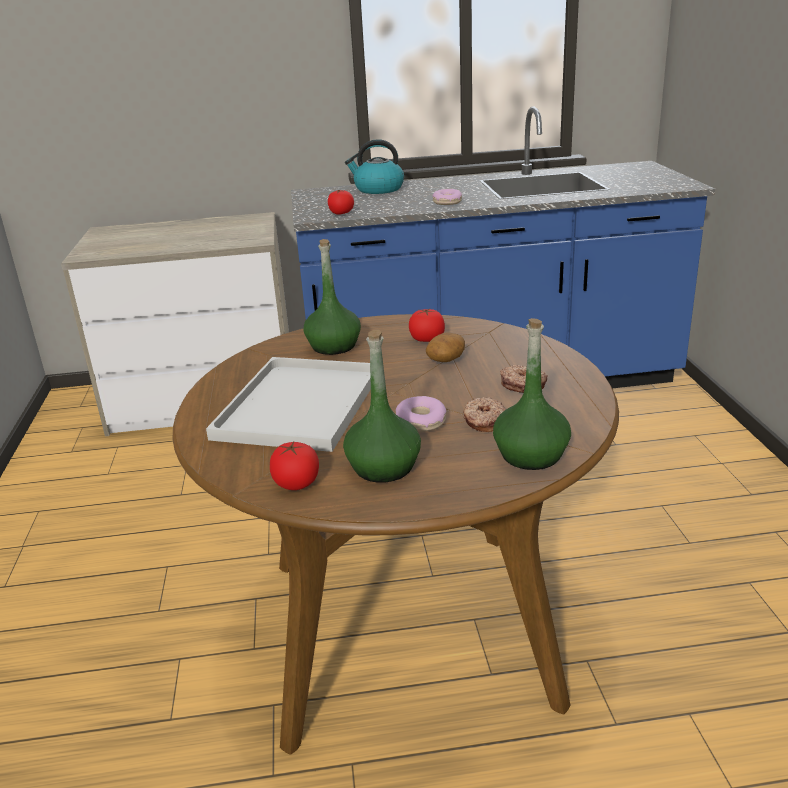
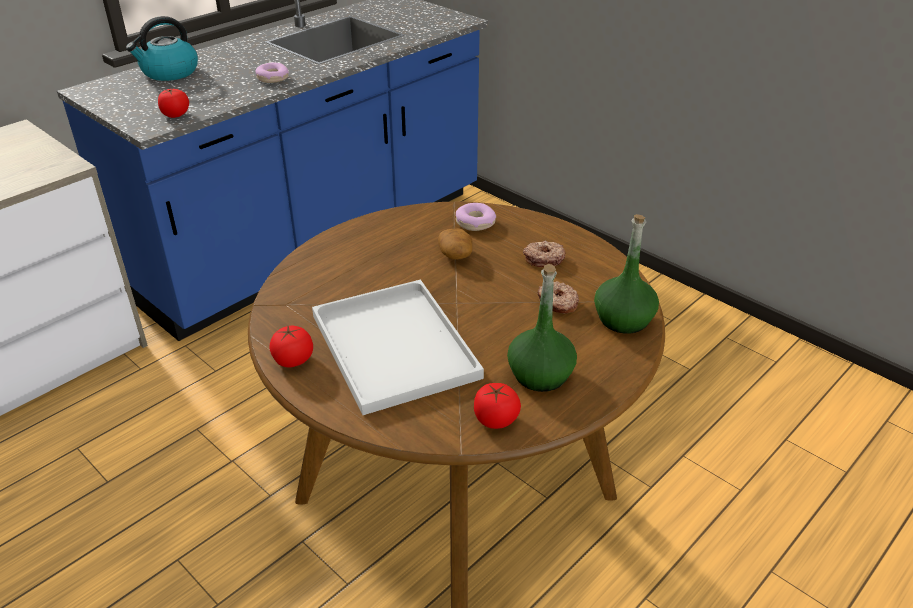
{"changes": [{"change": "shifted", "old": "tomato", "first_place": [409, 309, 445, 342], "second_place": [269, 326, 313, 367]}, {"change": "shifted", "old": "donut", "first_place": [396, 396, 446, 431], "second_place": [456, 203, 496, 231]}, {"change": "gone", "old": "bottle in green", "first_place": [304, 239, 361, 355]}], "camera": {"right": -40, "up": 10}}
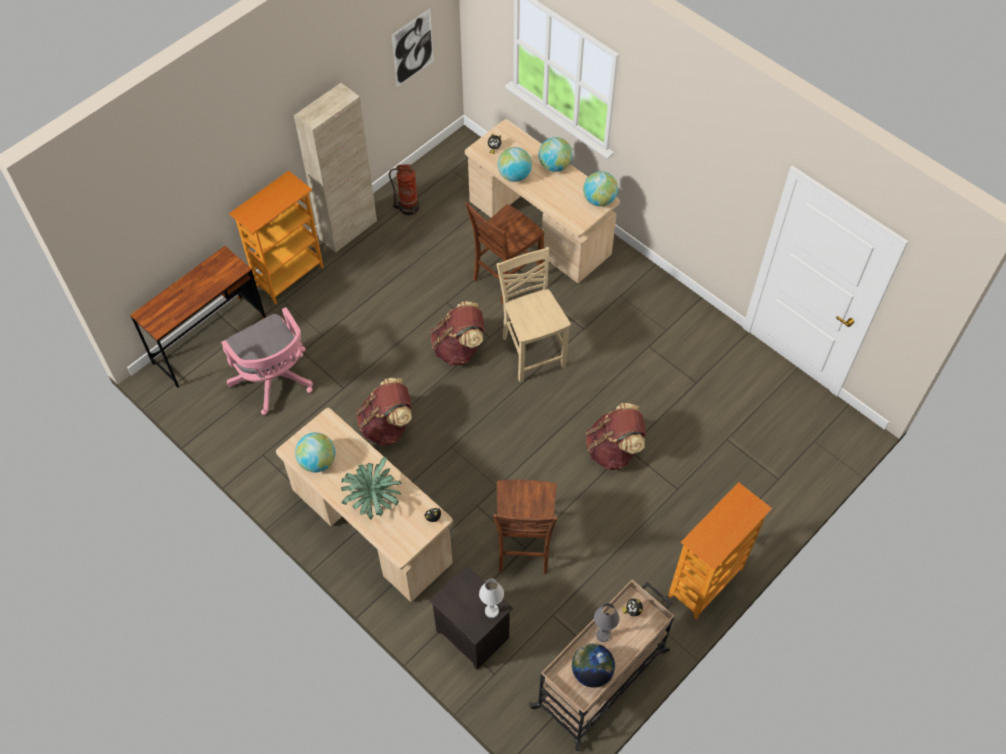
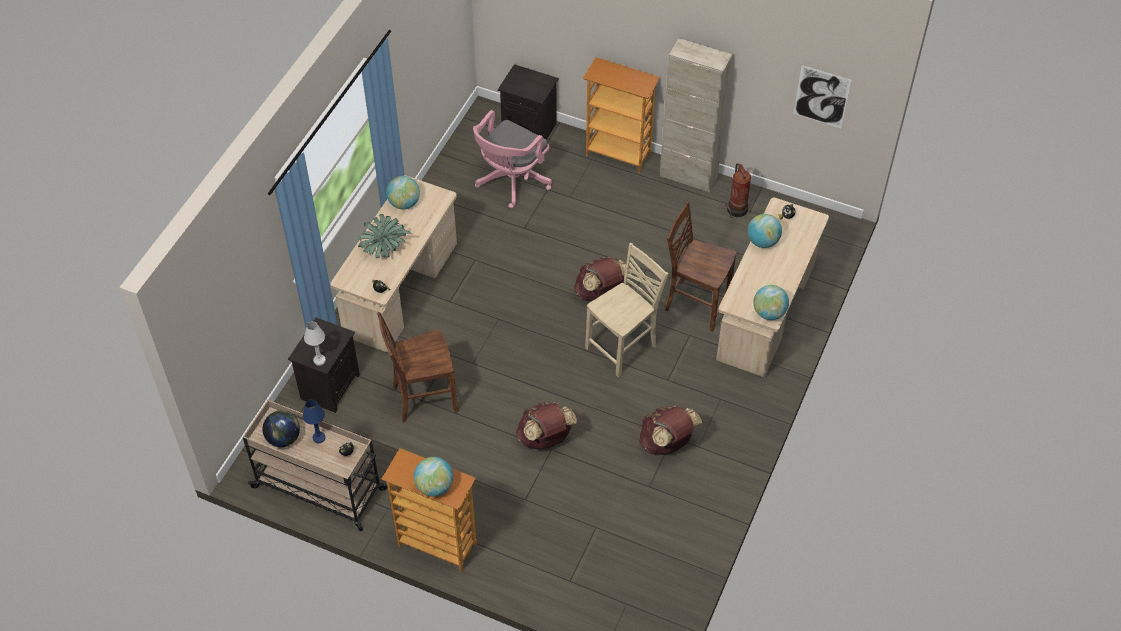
{"changes": [{"change": "repainted", "old": "table lamp in grey", "new": "table lamp in blue", "first_place": [594, 603, 619, 642], "second_place": [303, 399, 325, 443]}, {"change": "shifted", "old": "globe", "first_place": [539, 137, 573, 172], "second_place": [414, 457, 453, 497]}, {"change": "swapped", "old": "desk in brown", "new": "nightstand in black", "first_place": [130, 246, 267, 388], "second_place": [498, 64, 559, 140]}, {"change": "shifted", "old": "backpack in brown", "first_place": [356, 378, 412, 446], "second_place": [639, 405, 702, 455]}], "camera": {"right": 70, "up": -5}}
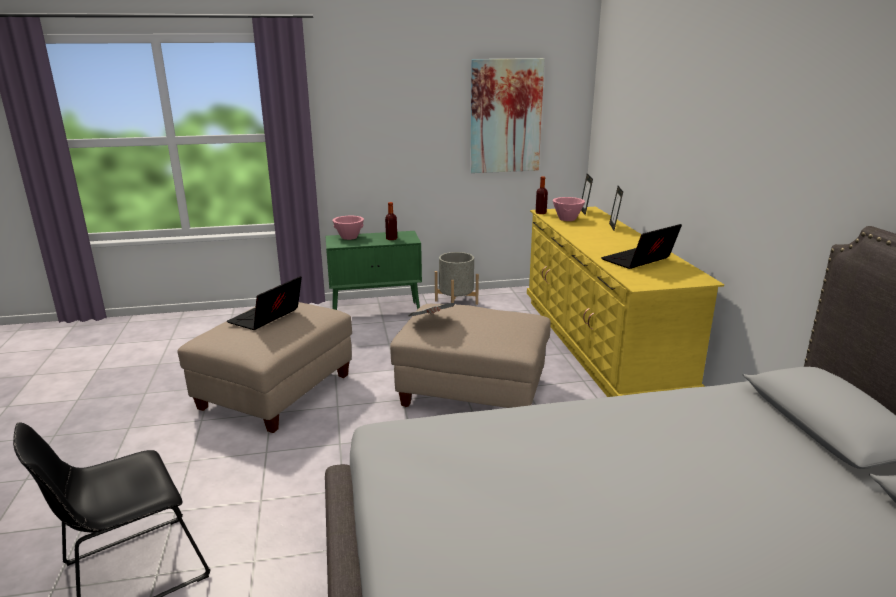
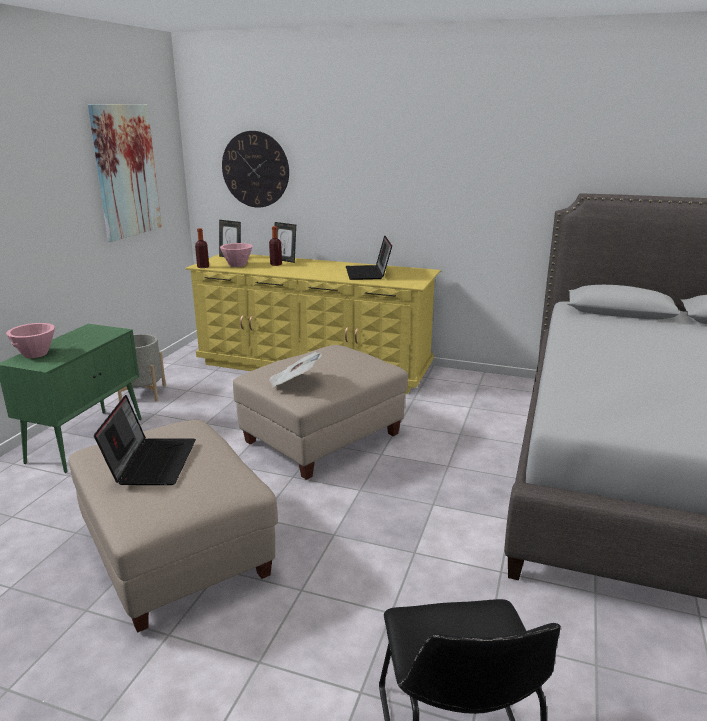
{"changes": [{"change": "rotated", "old": "laptop", "first_place": [227, 276, 302, 330], "second_place": [94, 395, 196, 485], "degrees": -150}, {"change": "new", "new": "wall clock", "second_place": [222, 131, 289, 208]}, {"change": "shifted", "old": "bottle", "first_place": [385, 202, 397, 240], "second_place": [269, 226, 282, 266]}], "camera": {"right": -60, "up": 0}}
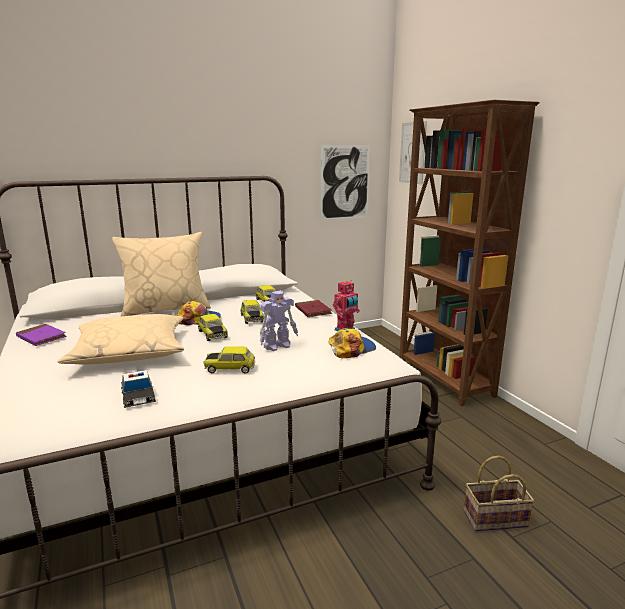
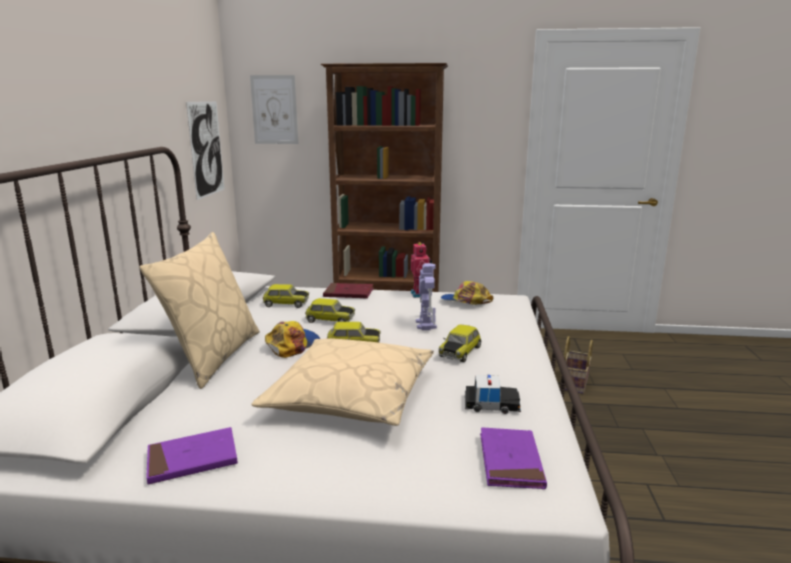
{"changes": [{"change": "rotated", "old": "cap", "first_place": [328, 328, 376, 358], "second_place": [441, 281, 493, 305], "degrees": -60}, {"change": "new", "new": "book in purple", "second_place": [480, 427, 547, 489]}], "camera": {"right": -60, "up": 0}}
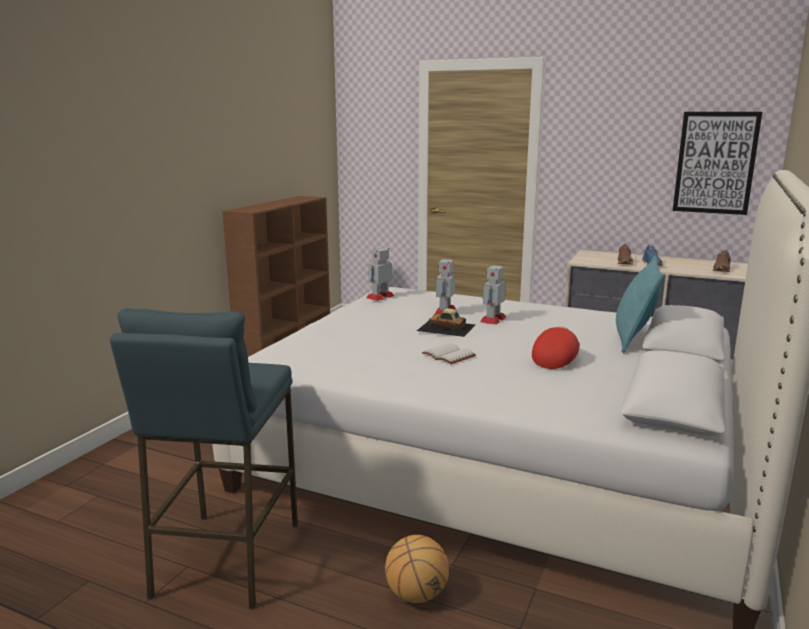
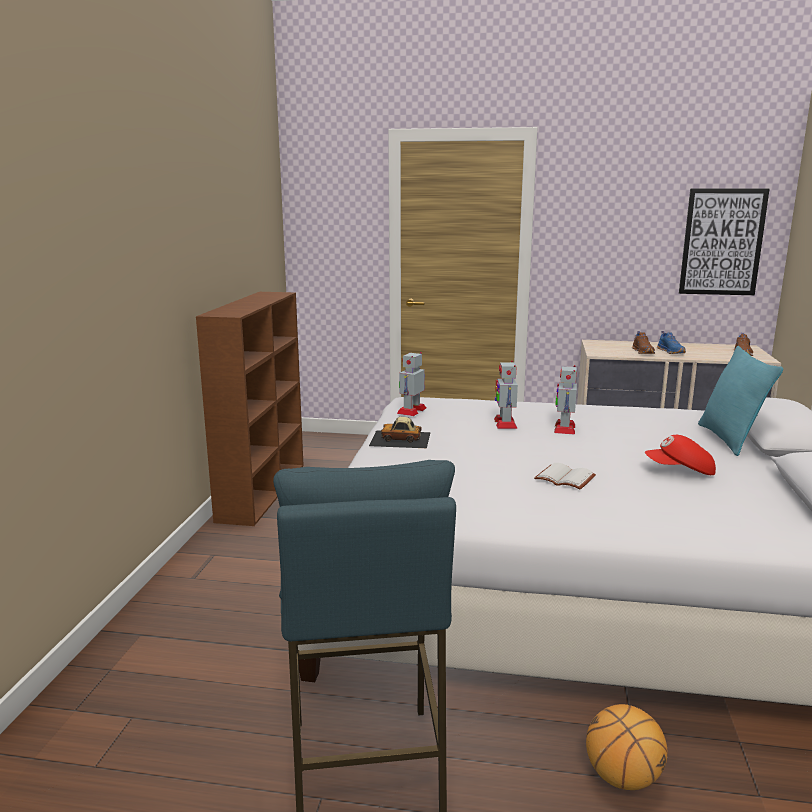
{"changes": [{"change": "shifted", "old": "toy car", "first_place": [417, 308, 476, 337], "second_place": [369, 417, 431, 448]}, {"change": "rotated", "old": "cap in red", "first_place": [532, 326, 580, 369], "second_place": [645, 435, 716, 475], "degrees": -105}], "camera": {"right": -15, "up": 0}}
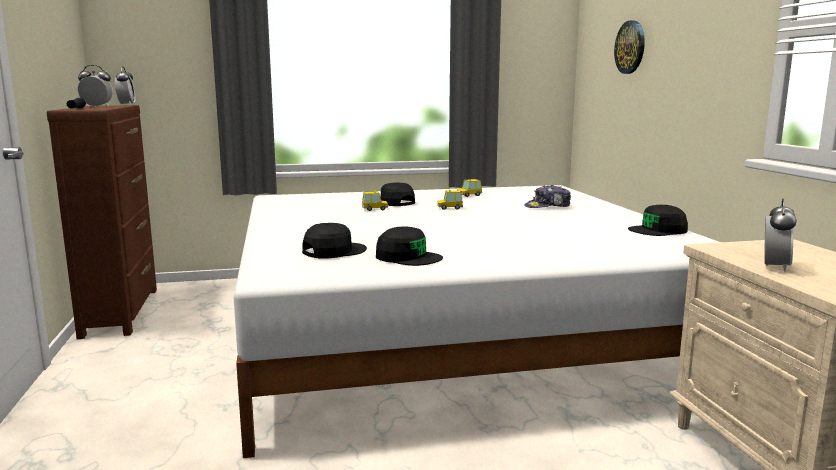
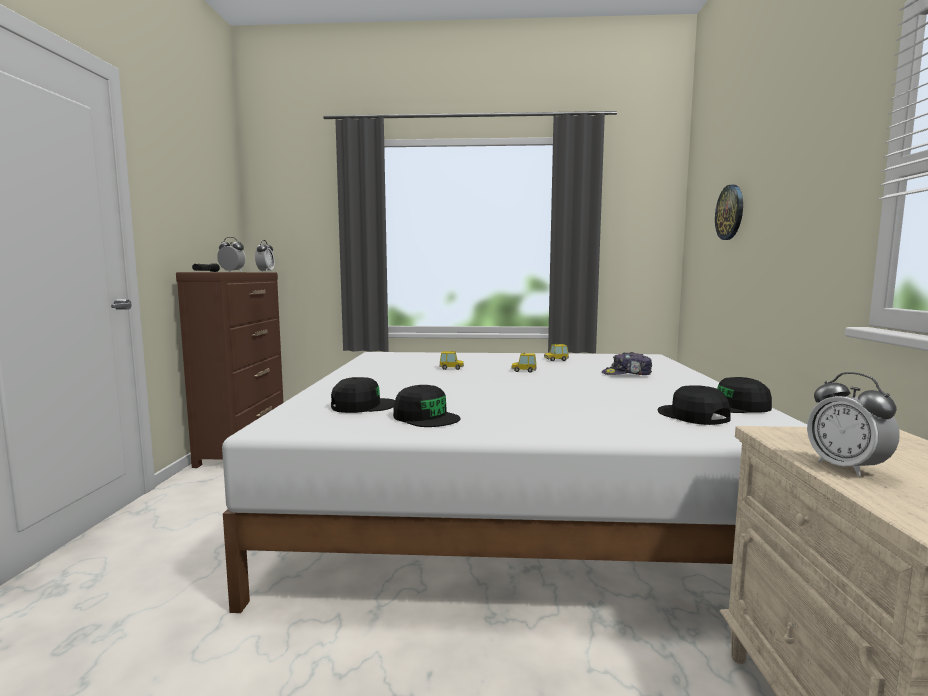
{"changes": [{"change": "shifted", "old": "cap in black", "first_place": [380, 182, 415, 206], "second_place": [658, 385, 731, 425]}, {"change": "rotated", "old": "alarm clock", "first_place": [764, 198, 797, 272], "second_place": [807, 372, 900, 477], "degrees": 120}], "camera": {"right": 15, "up": -5}}
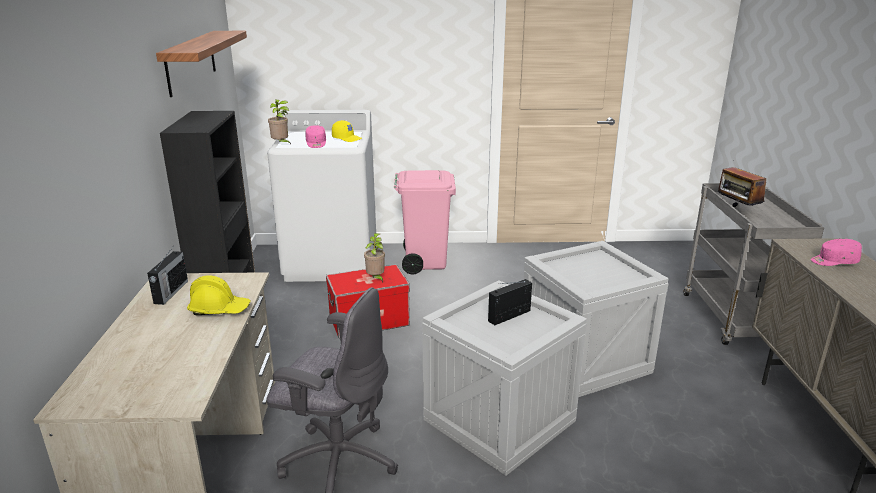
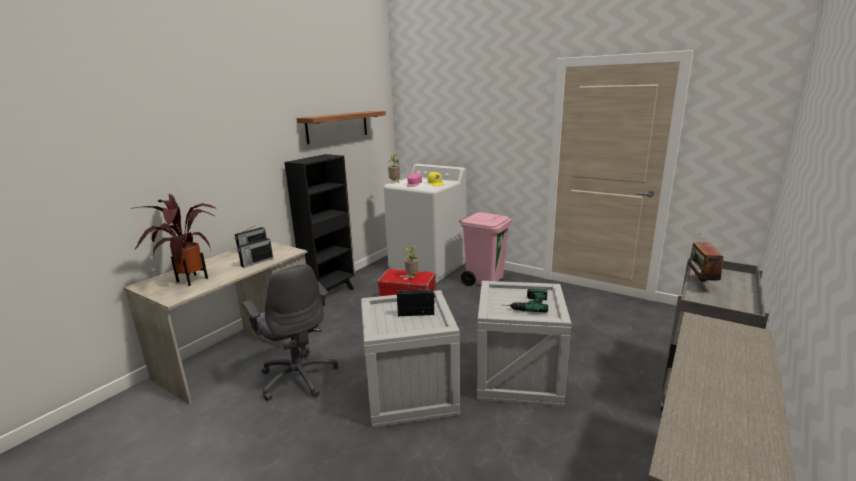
{"changes": [{"change": "new", "new": "potted plant", "second_place": [134, 194, 217, 286]}, {"change": "swapped", "old": "hard hat in yellow", "new": "radio", "first_place": [187, 275, 251, 315], "second_place": [237, 234, 273, 268]}, {"change": "new", "new": "power drill", "second_place": [505, 289, 548, 313]}, {"change": "gone", "old": "cap in pink", "first_place": [811, 239, 862, 266]}], "camera": {"right": 35, "up": -5}}
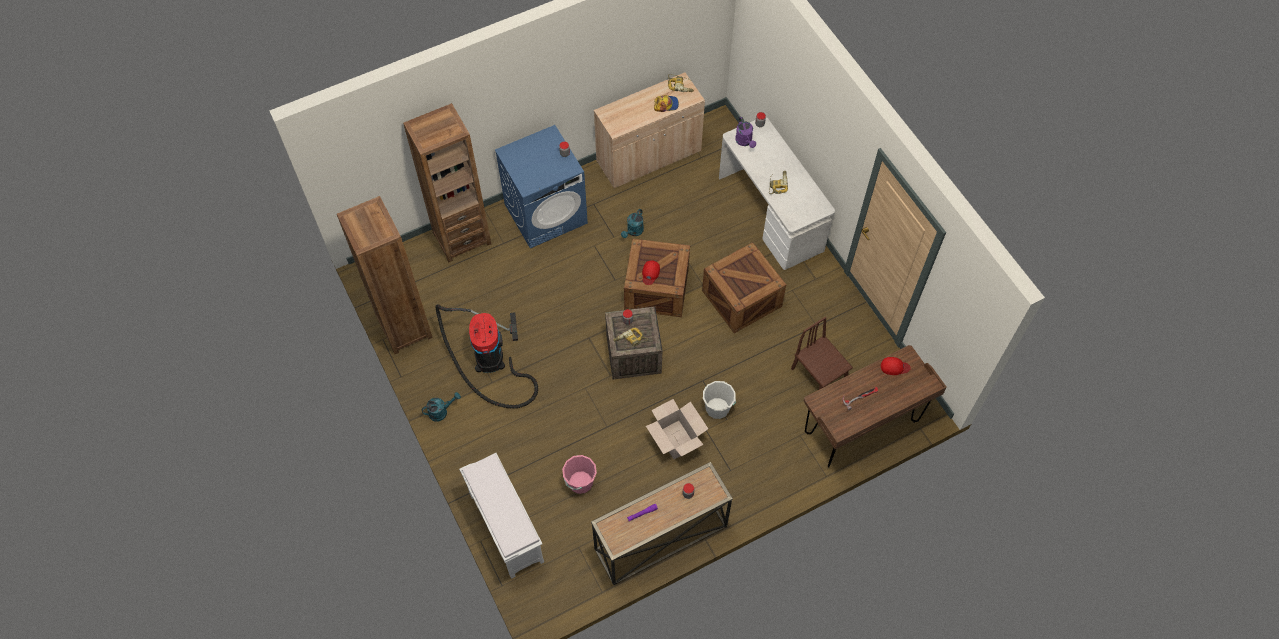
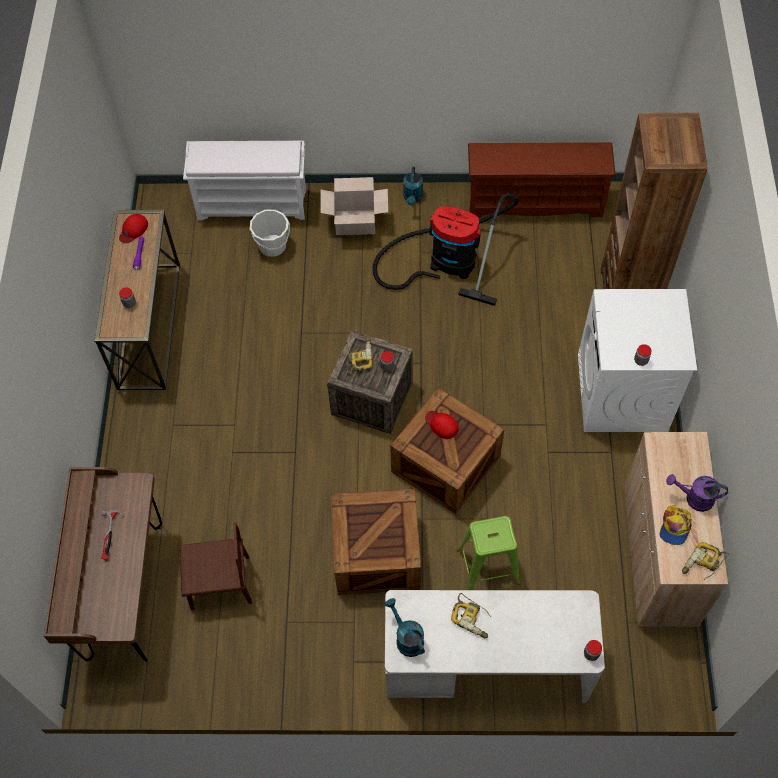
{"changes": [{"change": "shifted", "old": "cap in red", "first_place": [881, 357, 911, 375], "second_place": [119, 214, 148, 243]}, {"change": "shifted", "old": "bucket in white", "first_place": [703, 381, 736, 419], "second_place": [250, 210, 290, 257]}, {"change": "shifted", "old": "cardboard box", "first_place": [646, 399, 708, 459], "second_place": [321, 177, 388, 235]}, {"change": "shifted", "old": "watering can in turquoise", "first_place": [621, 209, 644, 238], "second_place": [385, 598, 425, 657]}, {"change": "new", "new": "stool in green", "second_place": [457, 516, 520, 590]}, {"change": "swapped", "old": "bookcase in brown", "new": "shoe rack in brown", "first_place": [337, 196, 433, 354], "second_place": [468, 142, 616, 217]}, {"change": "repainted", "old": "washing machine in blue", "new": "washing machine in white", "first_place": [495, 125, 588, 249], "second_place": [578, 289, 697, 432]}, {"change": "shifted", "old": "watering can in purple", "first_place": [735, 117, 756, 148], "second_place": [666, 474, 728, 512]}, {"change": "gone", "old": "bucket in pink", "first_place": [562, 455, 597, 494]}], "camera": {"right": 120, "up": 0}}
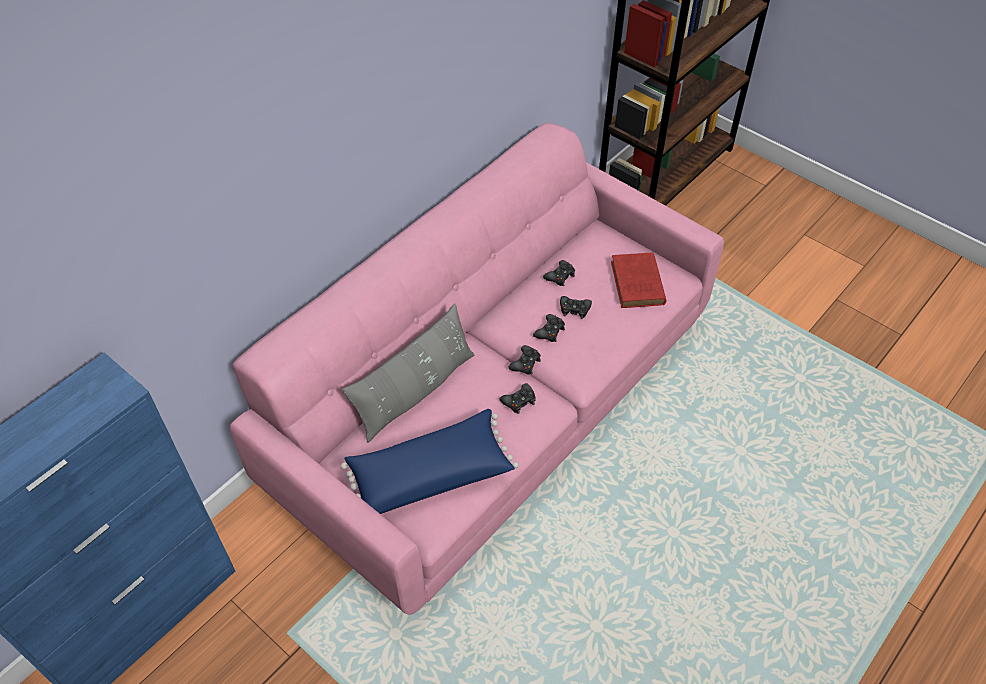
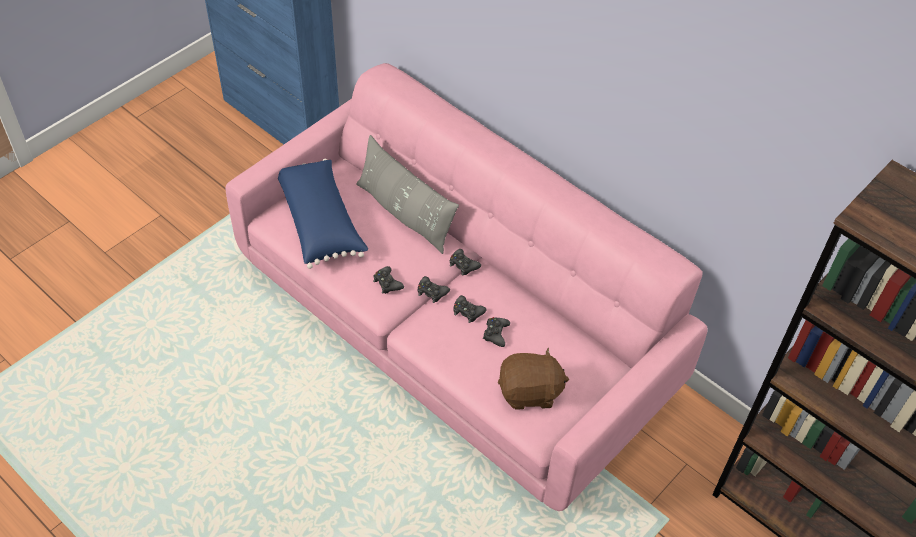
{"changes": [{"change": "shifted", "old": "game controller in black", "first_place": [543, 260, 575, 286], "second_place": [450, 249, 481, 276]}, {"change": "swapped", "old": "book in red", "new": "plush toy in brown", "first_place": [611, 252, 666, 308], "second_place": [498, 347, 569, 410]}], "camera": {"right": 90, "up": 0}}
